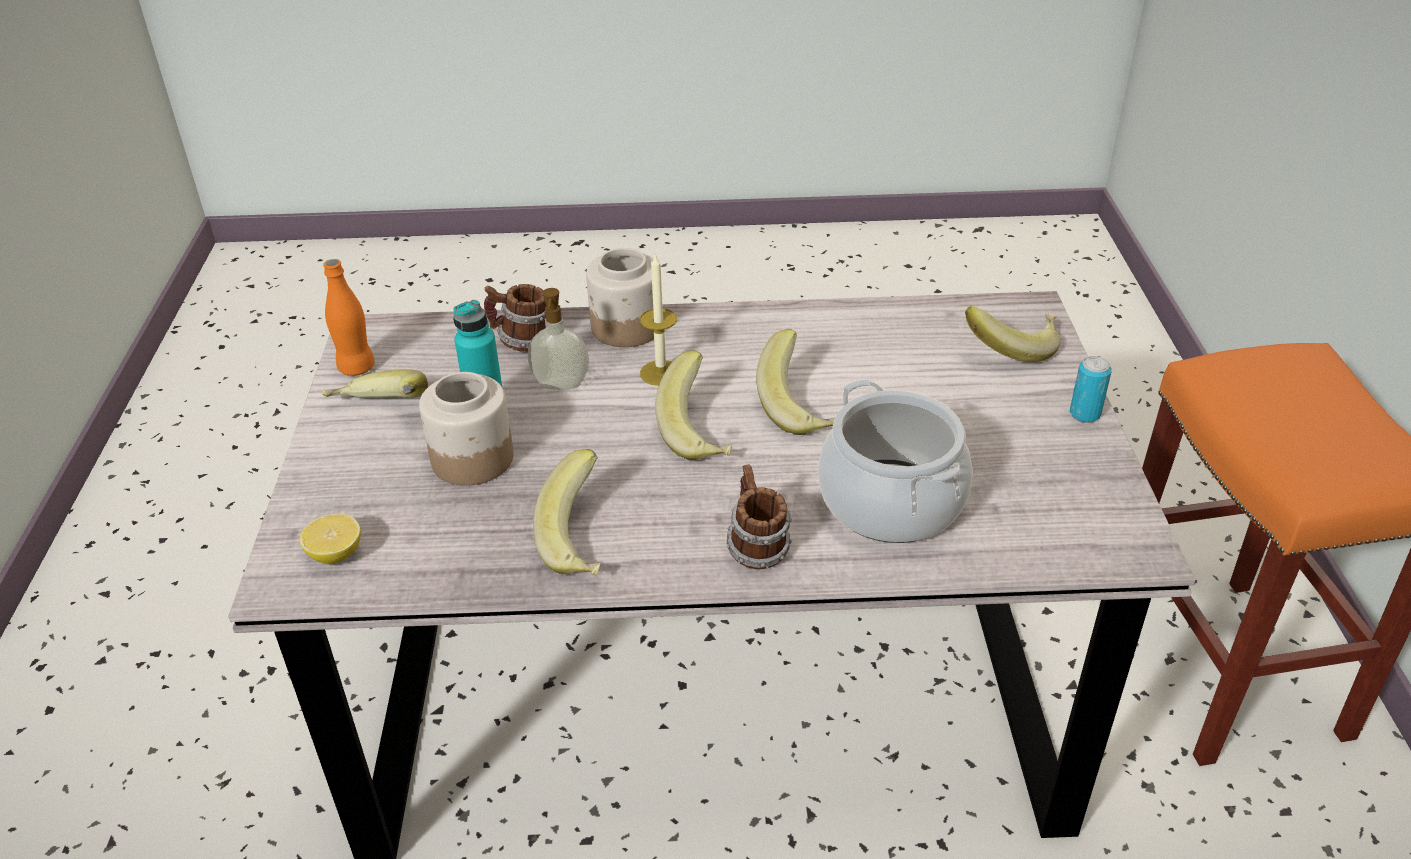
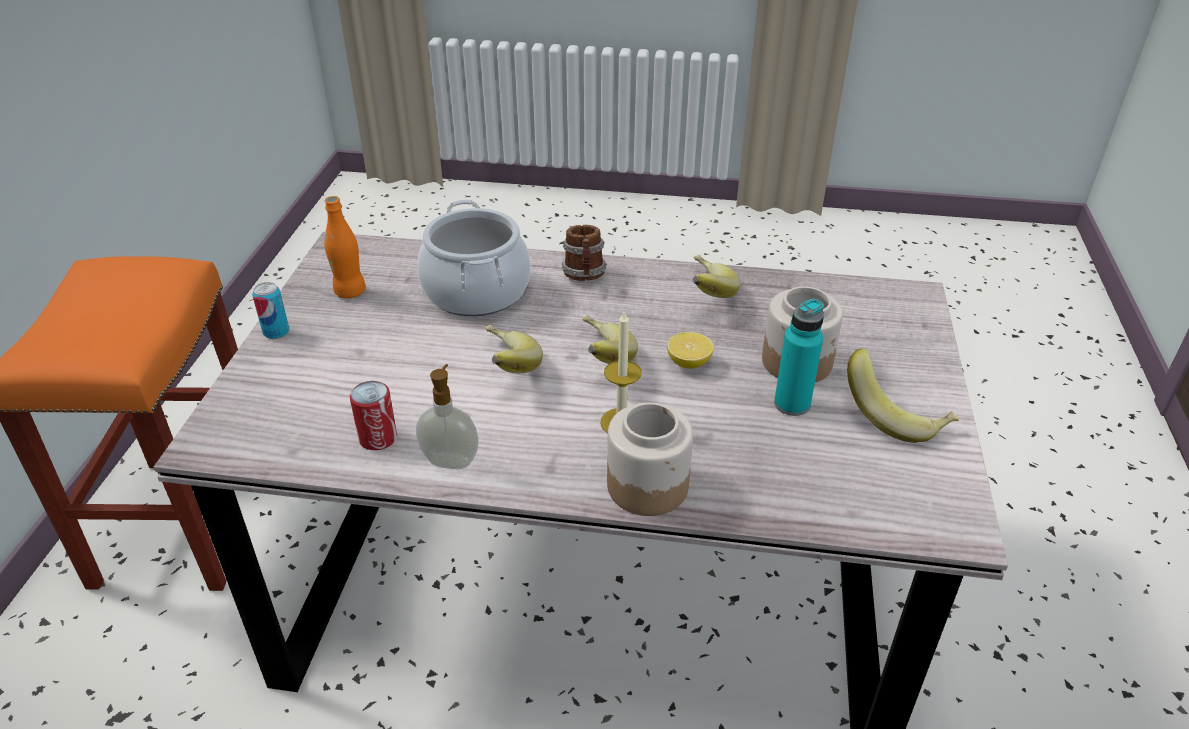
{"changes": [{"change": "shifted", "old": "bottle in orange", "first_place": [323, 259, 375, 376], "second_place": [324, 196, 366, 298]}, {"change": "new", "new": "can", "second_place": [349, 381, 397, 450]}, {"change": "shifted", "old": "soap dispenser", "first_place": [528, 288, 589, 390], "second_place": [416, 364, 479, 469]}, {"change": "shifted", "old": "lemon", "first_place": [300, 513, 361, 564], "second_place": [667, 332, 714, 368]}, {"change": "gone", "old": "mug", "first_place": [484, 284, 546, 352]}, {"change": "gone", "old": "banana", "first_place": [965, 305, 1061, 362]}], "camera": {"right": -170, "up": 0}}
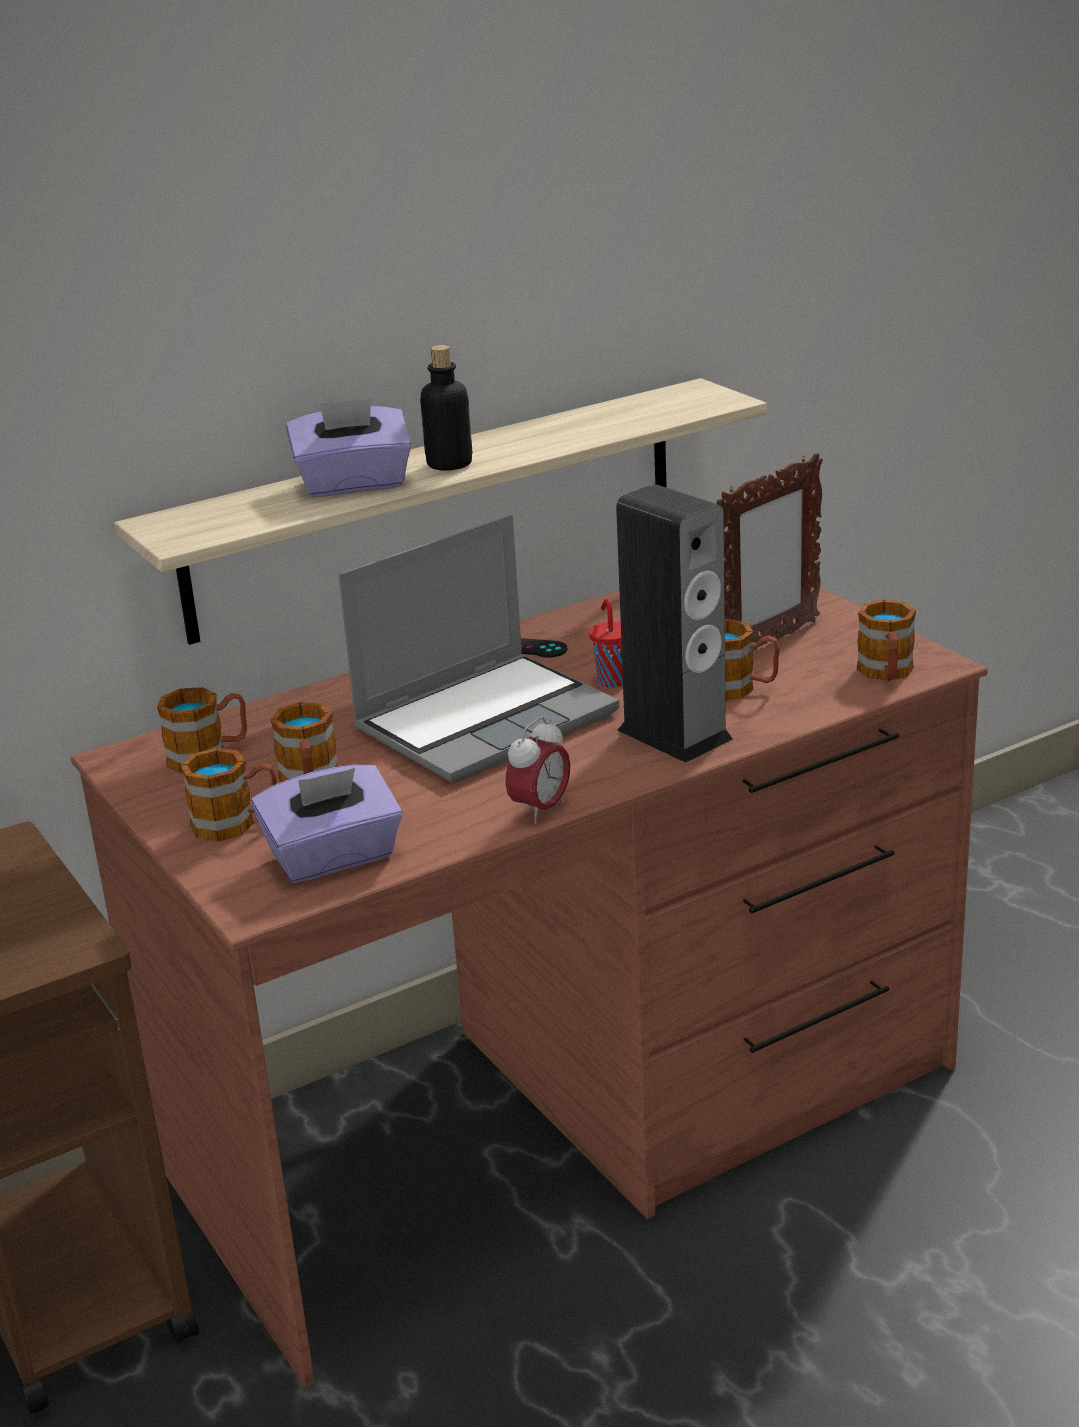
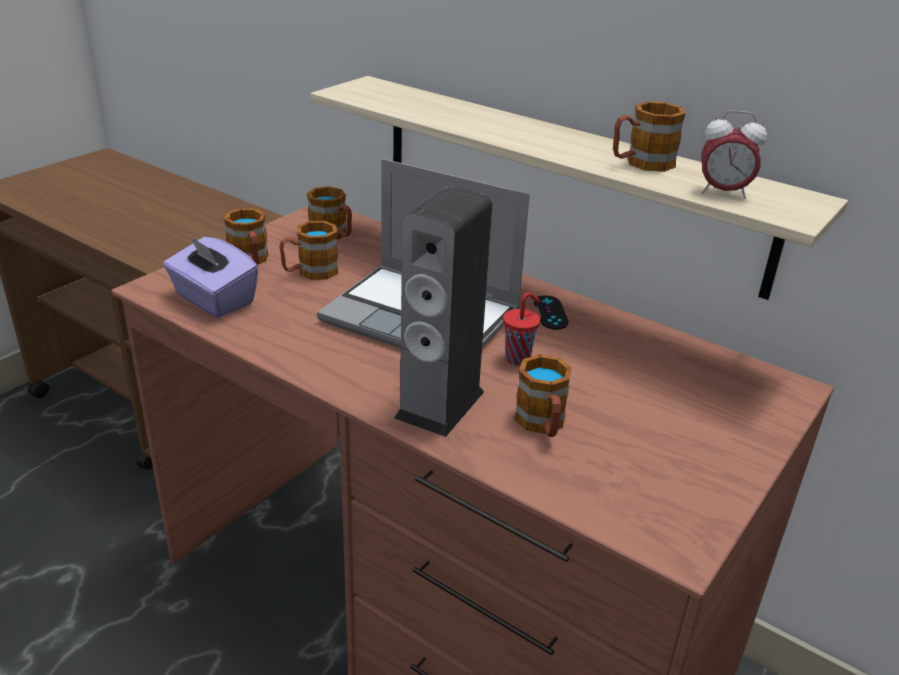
{"changes": [{"change": "shifted", "old": "mug", "first_place": [857, 599, 916, 681], "second_place": [613, 101, 686, 172]}, {"change": "shifted", "old": "alarm clock", "first_place": [505, 717, 570, 824], "second_place": [701, 110, 767, 199]}, {"change": "gone", "old": "tissue box in purple", "first_place": [286, 399, 411, 497]}, {"change": "gone", "old": "bottle", "first_place": [420, 345, 473, 471]}, {"change": "gone", "old": "picture frame", "first_place": [716, 453, 823, 651]}], "camera": {"right": 65, "up": 5}}
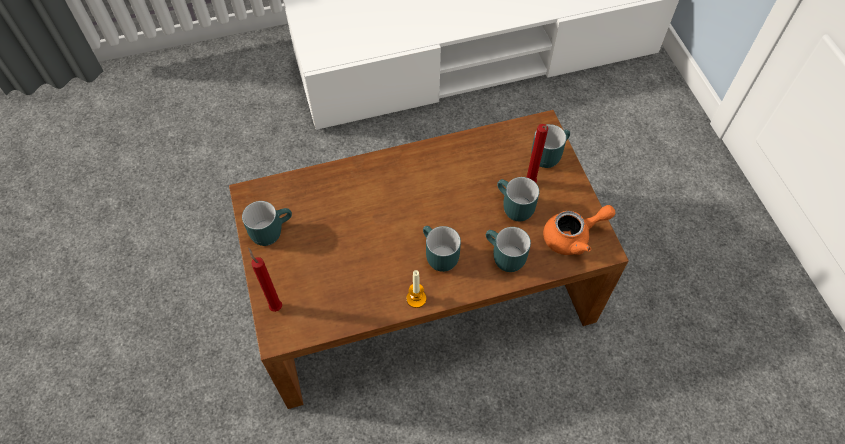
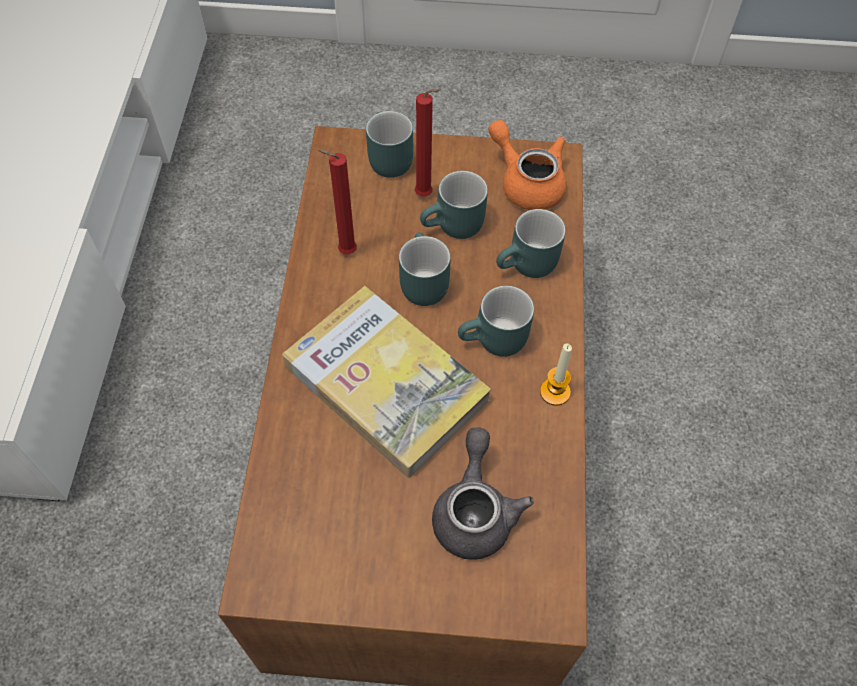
{"changes": [{"change": "new", "new": "book", "second_place": [282, 286, 491, 478]}, {"change": "shifted", "old": "candle in red", "first_place": [248, 247, 282, 312], "second_place": [318, 150, 357, 254]}, {"change": "shifted", "old": "mug in turquoise", "first_place": [242, 201, 292, 246], "second_place": [399, 233, 451, 306]}, {"change": "new", "new": "teapot in grey", "second_place": [432, 427, 534, 560]}, {"change": "rotated", "old": "teapot in orange", "first_place": [543, 205, 615, 255], "second_place": [488, 120, 567, 210], "degrees": -45}], "camera": {"right": -70, "up": 0}}
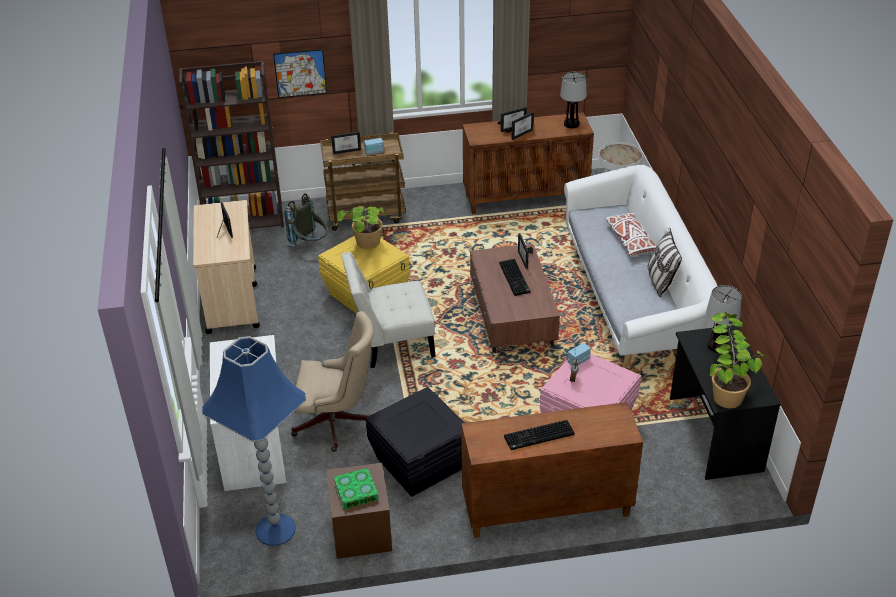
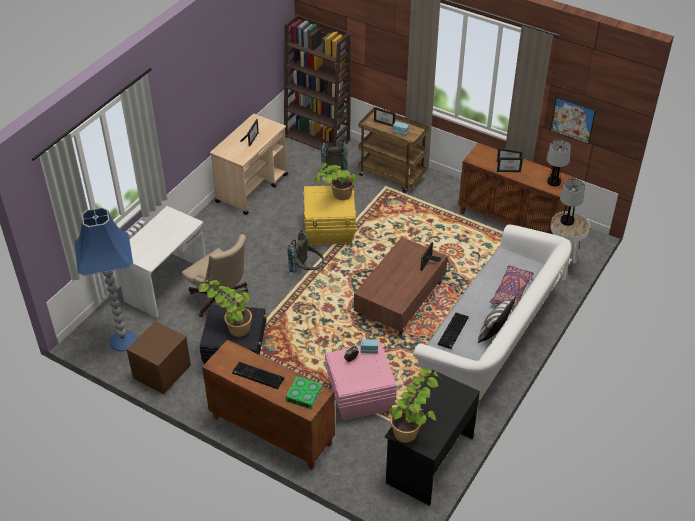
{"changes": [{"change": "new", "new": "potted plant", "second_place": [199, 279, 252, 337]}, {"change": "shifted", "old": "book", "first_place": [334, 468, 379, 509], "second_place": [286, 376, 322, 409]}, {"change": "swapped", "old": "chair in white", "new": "backpack in grey", "first_place": [341, 252, 436, 368], "second_place": [288, 230, 324, 276]}, {"change": "shifted", "old": "keyboard", "first_place": [499, 259, 530, 296], "second_place": [438, 313, 469, 349]}, {"change": "repainted", "old": "pillow in white", "new": "pillow in purple", "first_place": [605, 213, 656, 257], "second_place": [490, 265, 534, 310]}, {"change": "shifted", "old": "picture", "first_place": [273, 49, 327, 98], "second_place": [550, 97, 596, 144]}, {"change": "shifted", "old": "table lamp", "first_place": [706, 285, 742, 353], "second_place": [560, 179, 585, 226]}], "camera": {"right": 40, "up": 5}}
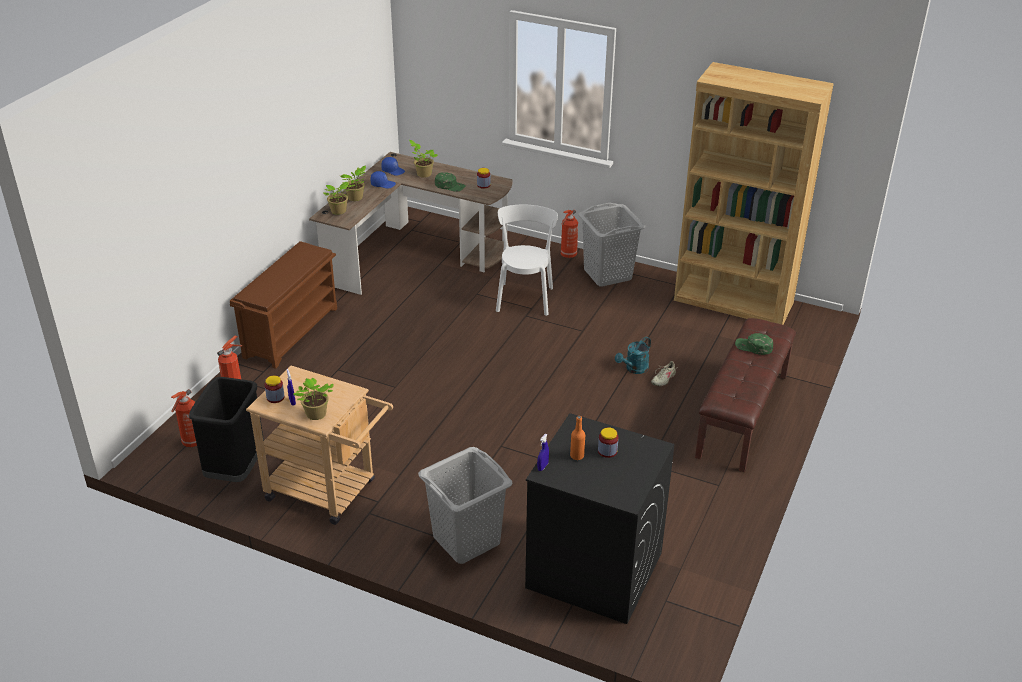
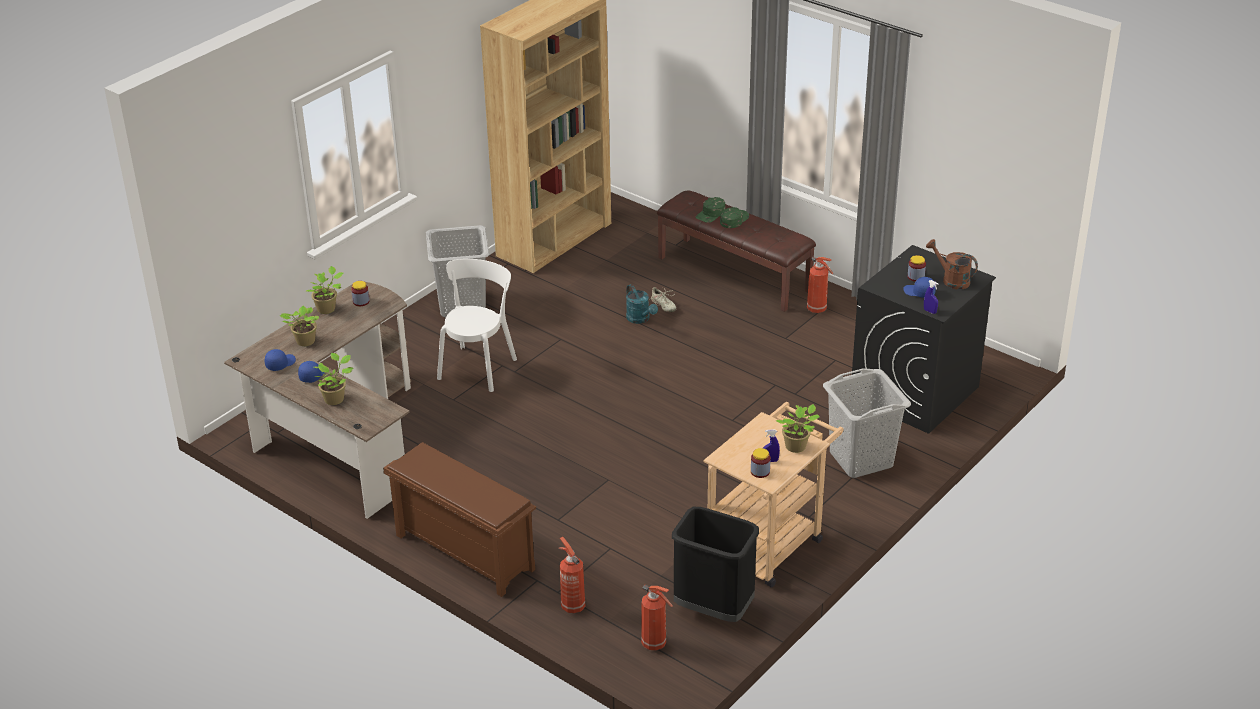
{"changes": [{"change": "shifted", "old": "potted plant", "first_place": [323, 182, 352, 215], "second_place": [306, 266, 343, 314]}, {"change": "rotated", "old": "chair in white", "first_place": [496, 205, 558, 316], "second_place": [437, 259, 517, 392], "degrees": 90}, {"change": "shifted", "old": "cap in green", "first_place": [435, 172, 466, 192], "second_place": [720, 207, 749, 228]}, {"change": "shifted", "old": "fire extinguisher", "first_place": [561, 210, 578, 258], "second_place": [807, 257, 833, 313]}, {"change": "swapped", "old": "bottle in orange", "new": "cap in blue", "first_place": [570, 416, 585, 460], "second_place": [903, 277, 936, 298]}, {"change": "new", "new": "watering can in brown", "second_place": [926, 239, 978, 290]}], "camera": {"right": -75, "up": 0}}
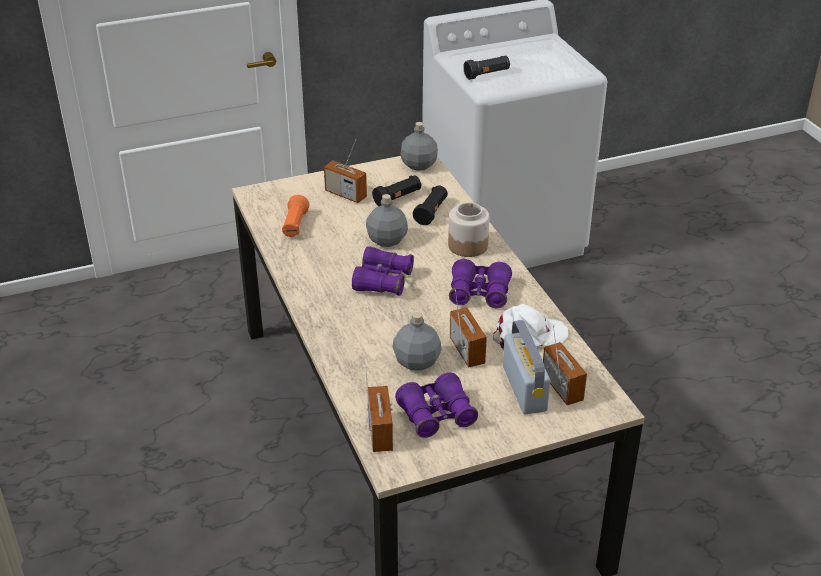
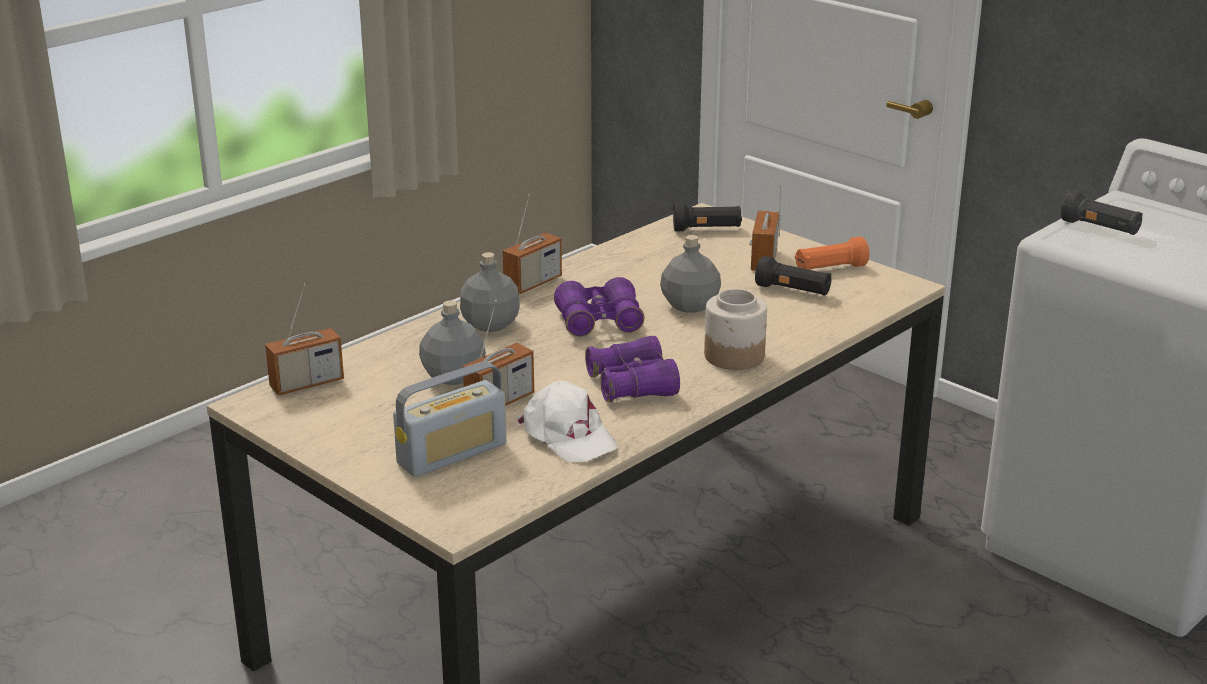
{"changes": [{"change": "shifted", "old": "bottle in grey", "first_place": [401, 122, 438, 171], "second_place": [460, 252, 520, 332]}, {"change": "shifted", "old": "radio", "first_place": [543, 325, 587, 405], "second_place": [502, 193, 562, 294]}, {"change": "shifted", "old": "flashlight in black", "first_place": [413, 186, 448, 225], "second_place": [673, 203, 742, 231]}, {"change": "shifted", "old": "flashlight in orange", "first_place": [282, 195, 309, 237], "second_place": [795, 236, 869, 270]}, {"change": "gone", "old": "binoculars in purple", "first_place": [395, 372, 478, 438]}], "camera": {"right": 65, "up": -10}}
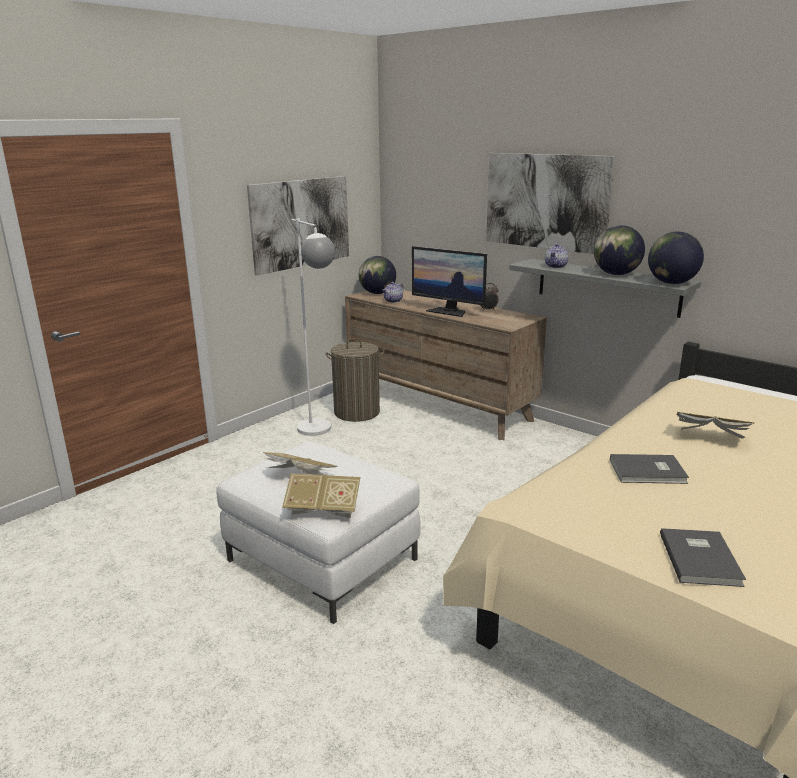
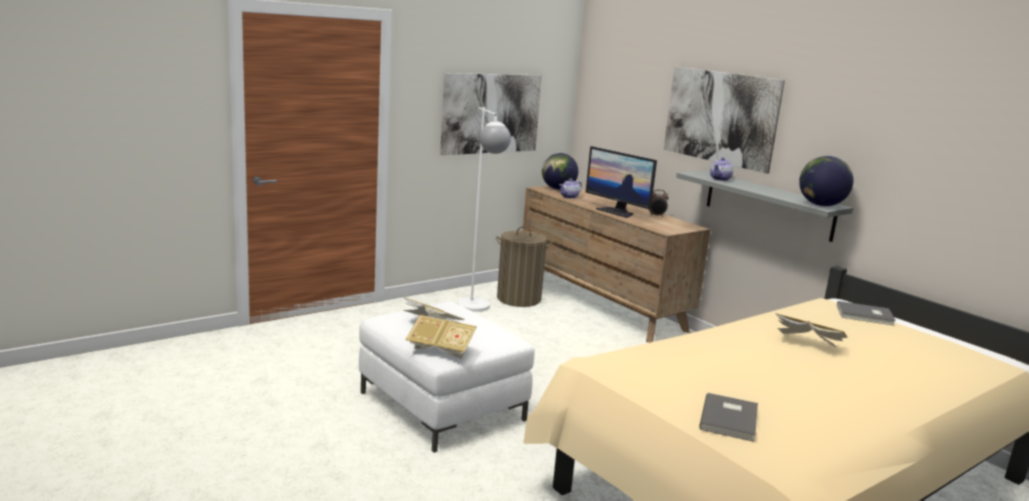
{"changes": [{"change": "shifted", "old": "book in grey", "first_place": [610, 454, 689, 484], "second_place": [837, 301, 896, 326]}, {"change": "gone", "old": "globe", "first_place": [594, 225, 645, 275]}], "camera": {"right": 10, "up": -5}}
